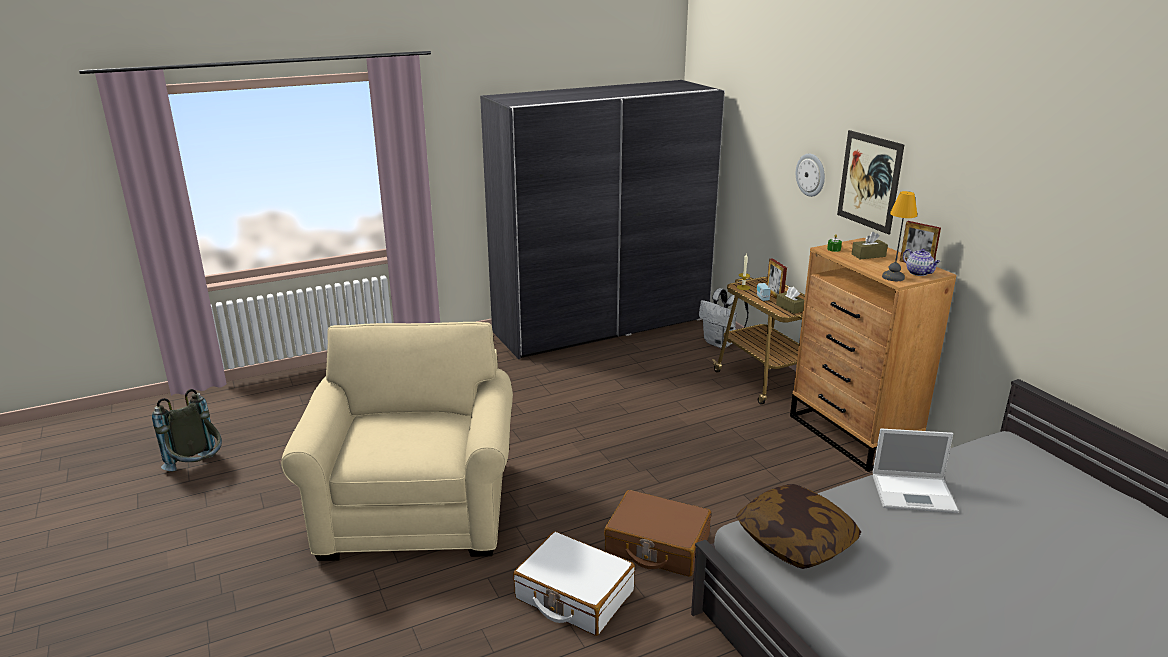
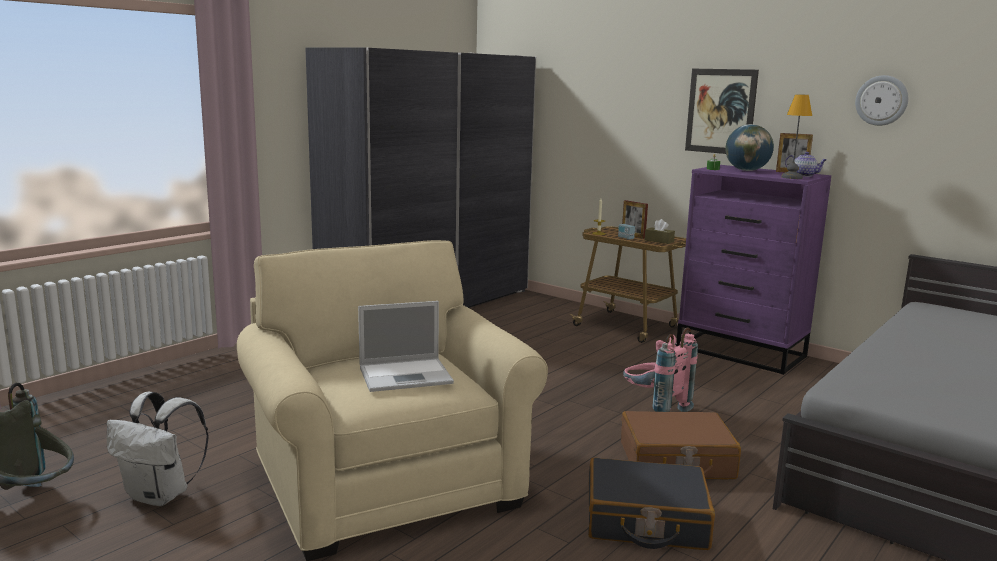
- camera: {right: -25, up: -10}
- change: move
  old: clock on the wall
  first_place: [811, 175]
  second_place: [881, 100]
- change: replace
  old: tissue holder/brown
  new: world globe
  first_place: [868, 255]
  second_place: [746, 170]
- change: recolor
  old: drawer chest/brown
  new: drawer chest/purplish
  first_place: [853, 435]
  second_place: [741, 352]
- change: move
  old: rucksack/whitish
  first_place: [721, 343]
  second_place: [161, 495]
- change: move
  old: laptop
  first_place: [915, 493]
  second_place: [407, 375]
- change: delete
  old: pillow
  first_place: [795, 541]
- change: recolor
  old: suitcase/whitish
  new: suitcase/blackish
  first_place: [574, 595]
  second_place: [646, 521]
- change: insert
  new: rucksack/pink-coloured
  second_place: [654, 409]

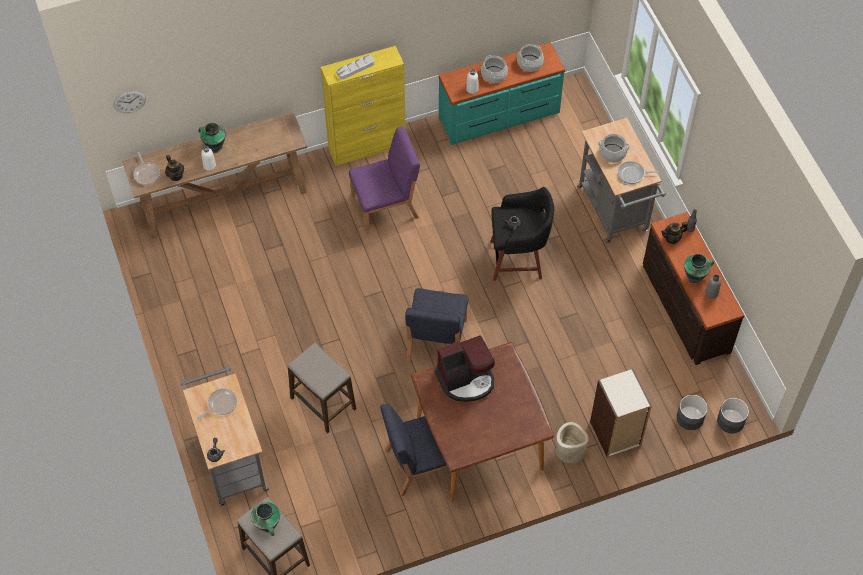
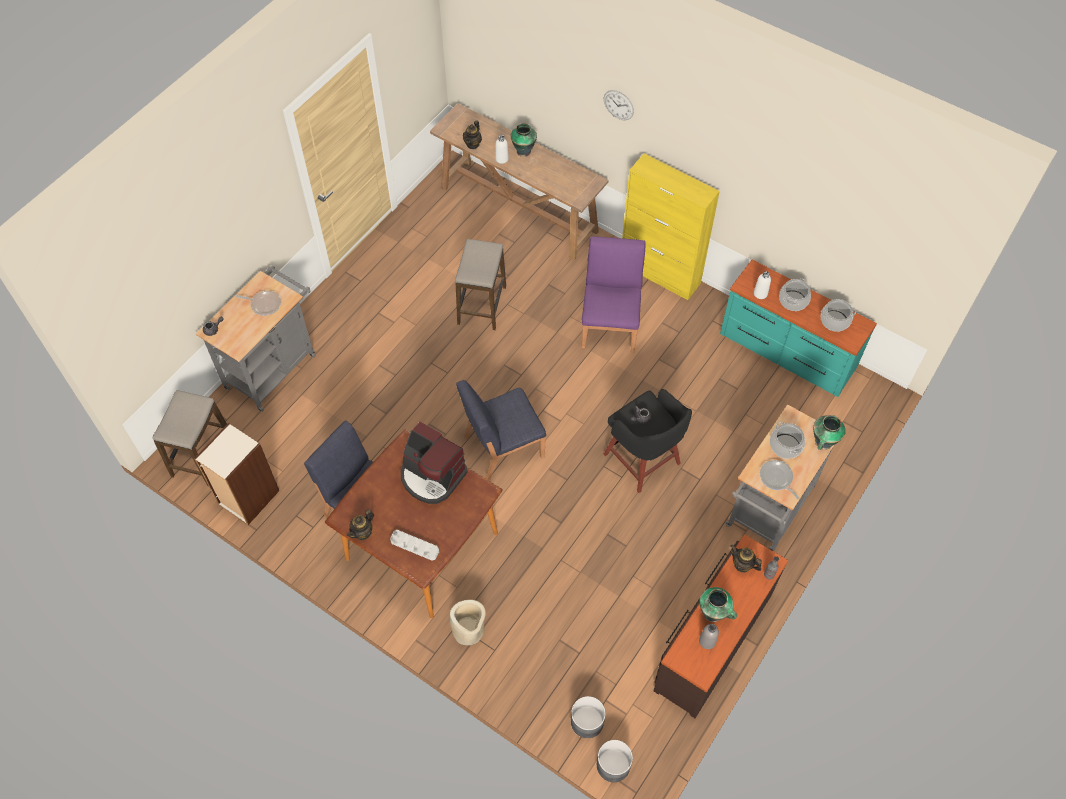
- camera: {right: 55, up: 0}
- change: move
  old: serving tray/grey
  first_place: [355, 68]
  second_place: [414, 546]
- change: move
  old: clock on the wall
  first_place: [129, 101]
  second_place: [618, 105]
- change: rotate
  old: upright chair/purplish
  first_place: [386, 206]
  second_place: [610, 324]
  degrees: -120
- change: delete
  old: frying pan
  first_place: [146, 174]
- change: move
  old: stool seat
  first_place: [323, 404]
  second_place: [481, 305]
- change: move
  old: bookshelf
  first_place: [615, 434]
  second_place: [248, 498]
- change: move
  old: flower vase
  first_place: [268, 526]
  second_place: [823, 443]
- change: insert
  new: teapot
  second_place: [363, 532]

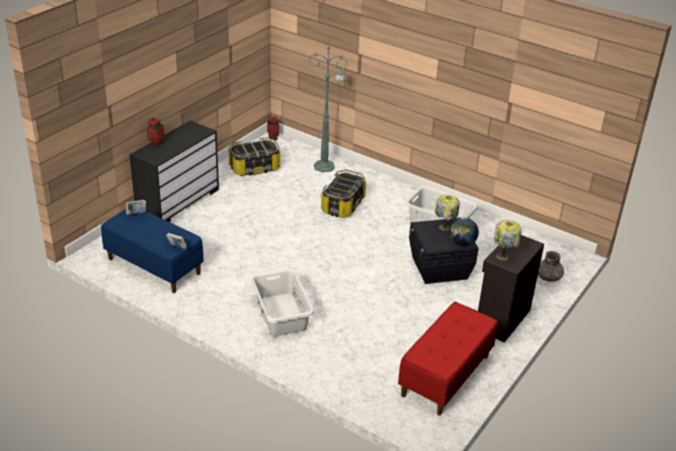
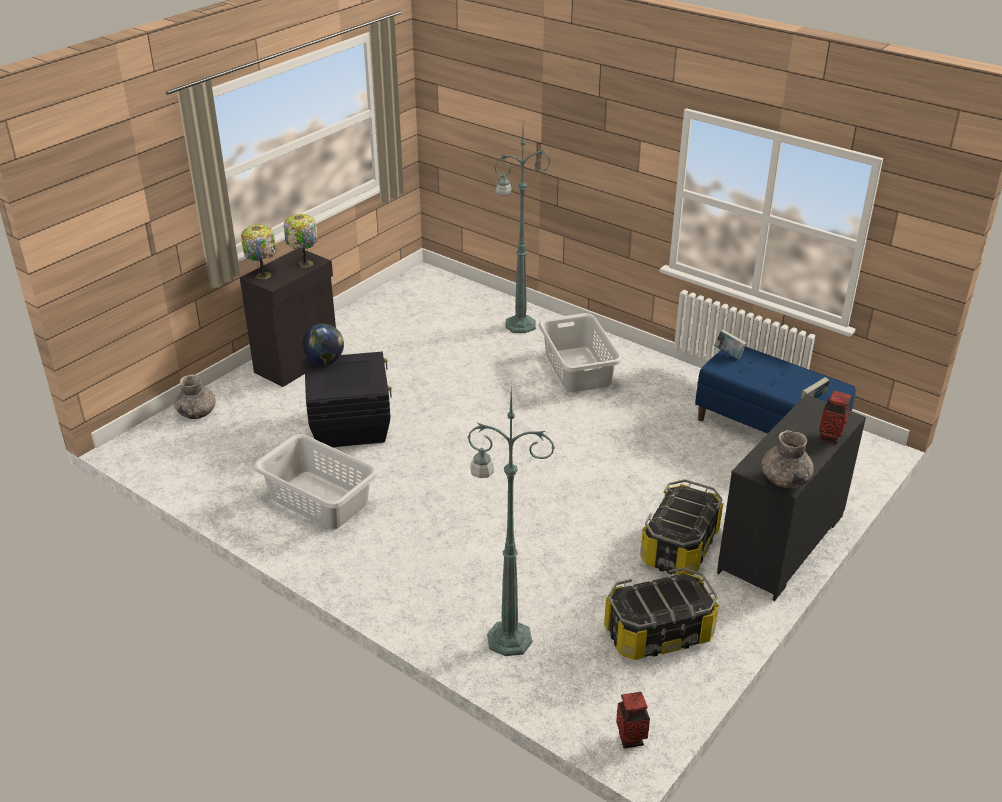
- camera: {right: -175, up: 0}
- change: move
  old: storage box
  first_place: [342, 205]
  second_place: [680, 547]
- change: move
  old: tabletop lamp
  first_place: [444, 228]
  second_place: [263, 275]
- change: delete
  old: bench/reddish
  first_place: [445, 376]
- change: insert
  new: floor lamp/green-coloured
  second_place: [518, 325]
- change: insert
  new: flower vase/grey
  second_place: [784, 479]

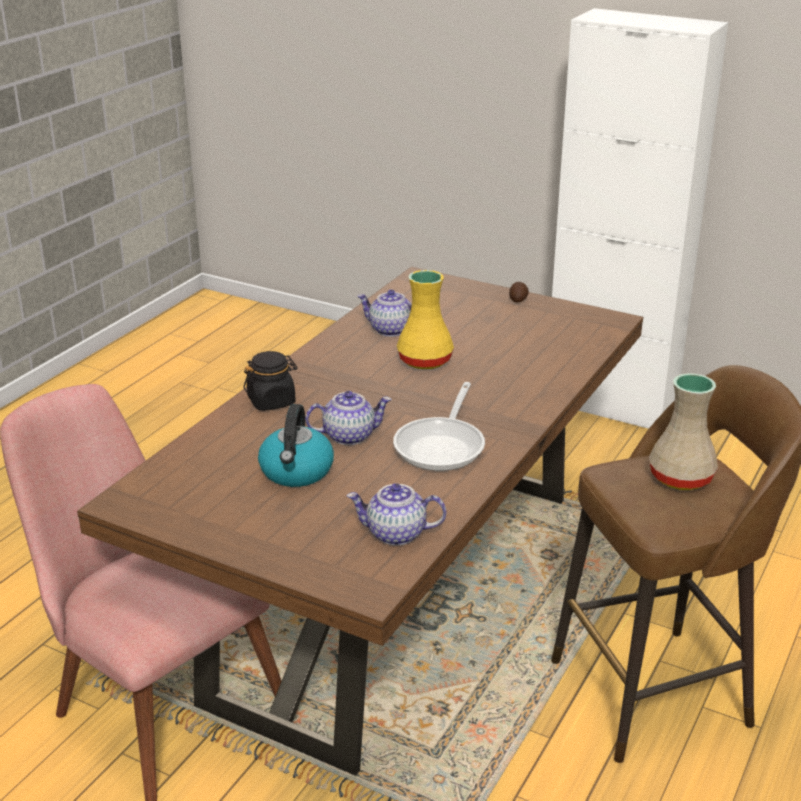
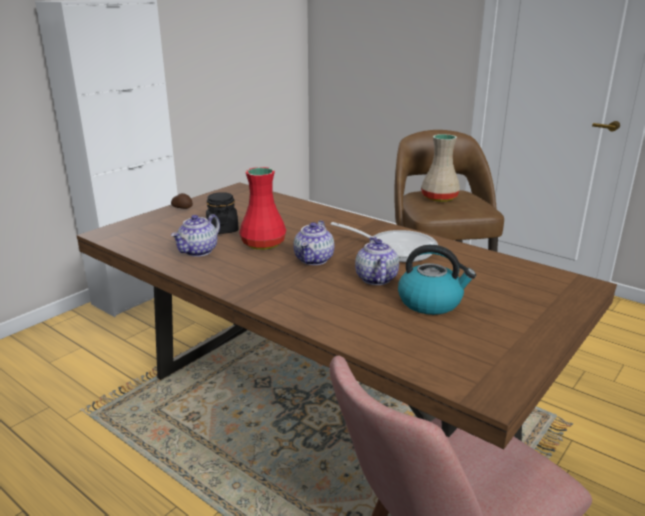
- camera: {right: -80, up: -5}
- change: recolor
  old: flower vase/yellow
  new: flower vase/reddish
  first_place: [423, 360]
  second_place: [262, 244]
- change: move
  old: preserve jar/blackish
  first_place: [272, 401]
  second_place: [222, 229]
- change: move
  old: teapot
  first_place: [395, 534]
  second_place: [314, 260]

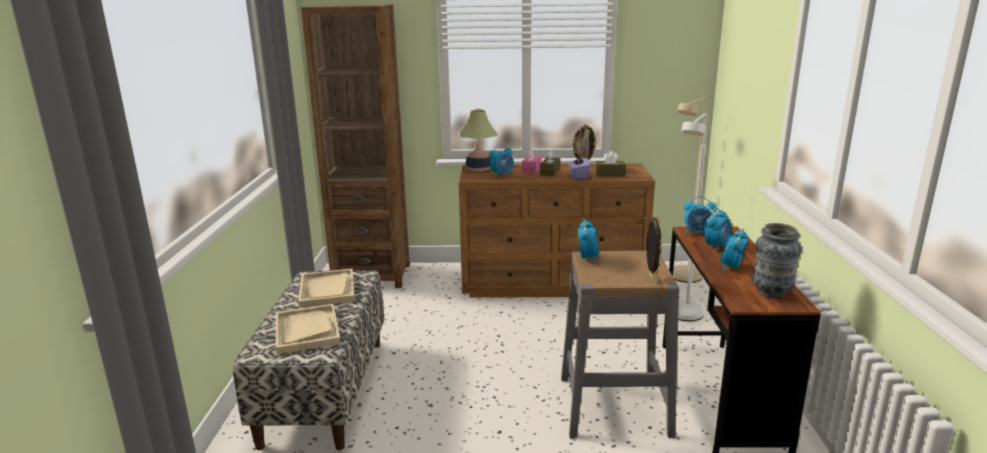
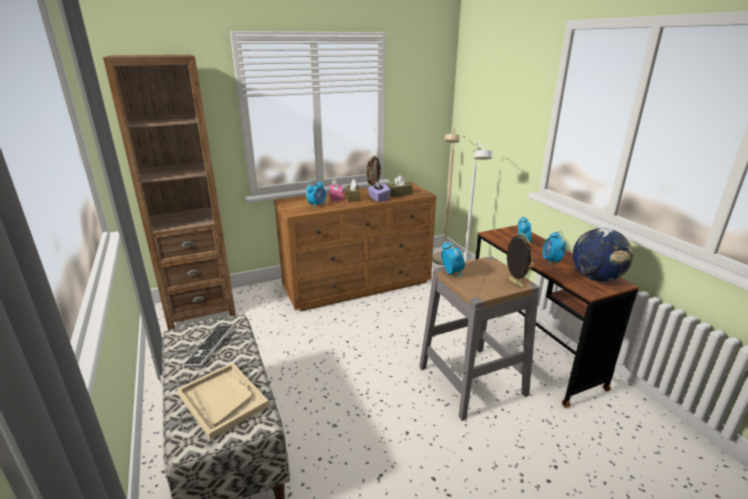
- camera: {right: -25, up: 5}
- change: delete
  old: tabletop lamp
  first_place: [479, 169]
- change: delete
  old: bedside clock
  first_place: [697, 233]
- change: replace
  old: flower vase
  new: world globe
  first_place: [771, 293]
  second_place: [596, 278]
- change: replace
  old: serving tray/sand-coloured
  new: computer keyboard
  first_place: [327, 290]
  second_place: [209, 346]

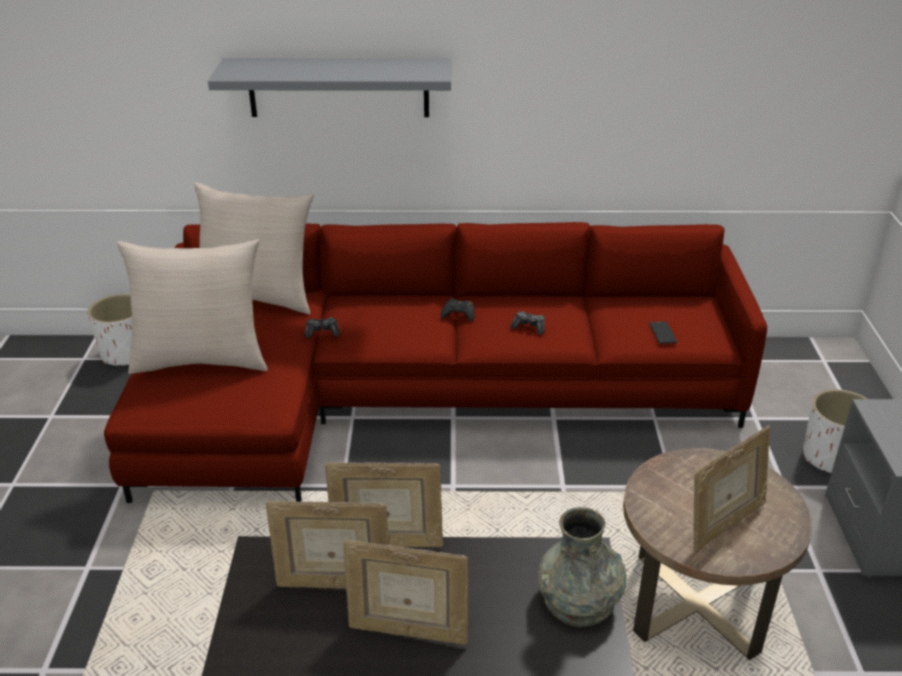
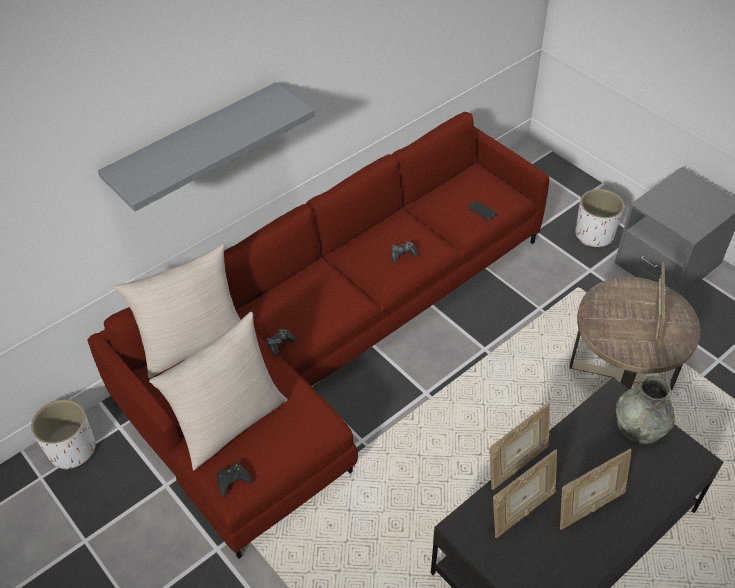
- camera: {right: -40, up: 15}
- change: move
  old: game controller/blackish
  first_place: [459, 314]
  second_place: [233, 480]

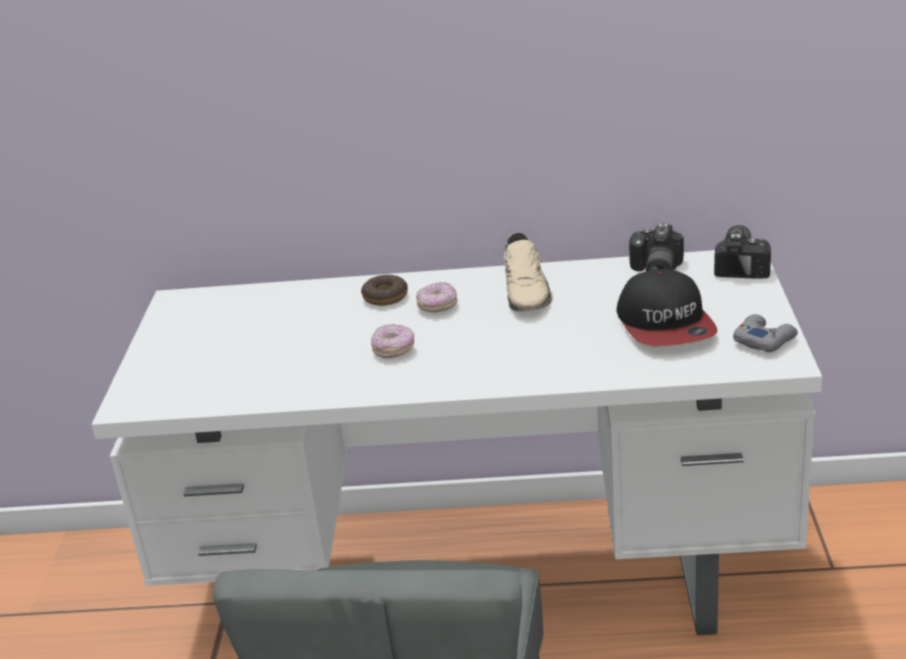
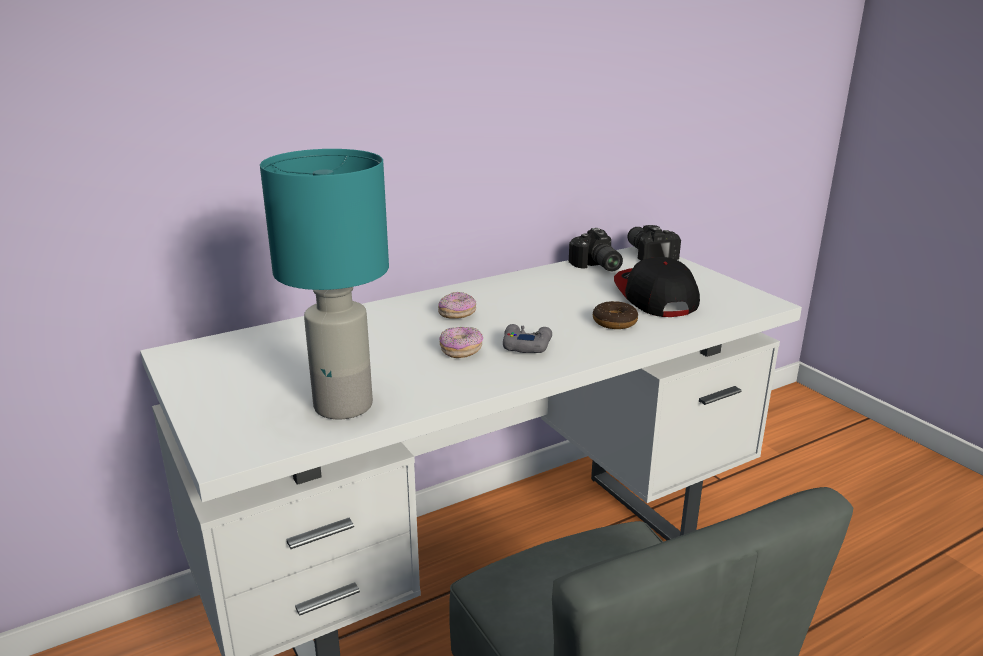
- camera: {right: -35, up: -5}
- change: delete
  old: item of footwear/sand-coloured
  first_place: [528, 291]
- change: rotate
  old: cap
  first_place: [666, 325]
  second_place: [654, 296]
  degrees: -150
- change: move
  old: donut
  first_place: [385, 297]
  second_place: [614, 322]
- change: move
  old: game controller/grey
  first_place: [764, 340]
  second_place: [526, 345]
- change: insert
  new: tabletop lamp/turquoise-coloured
  second_place: [344, 406]

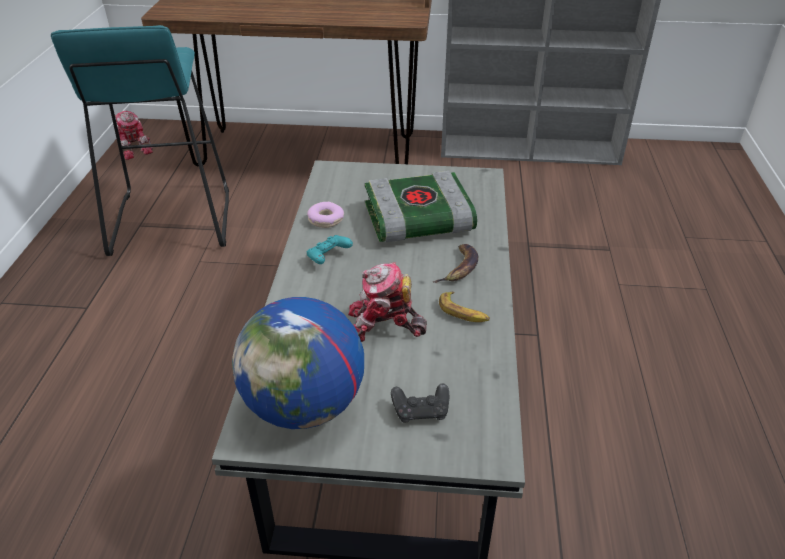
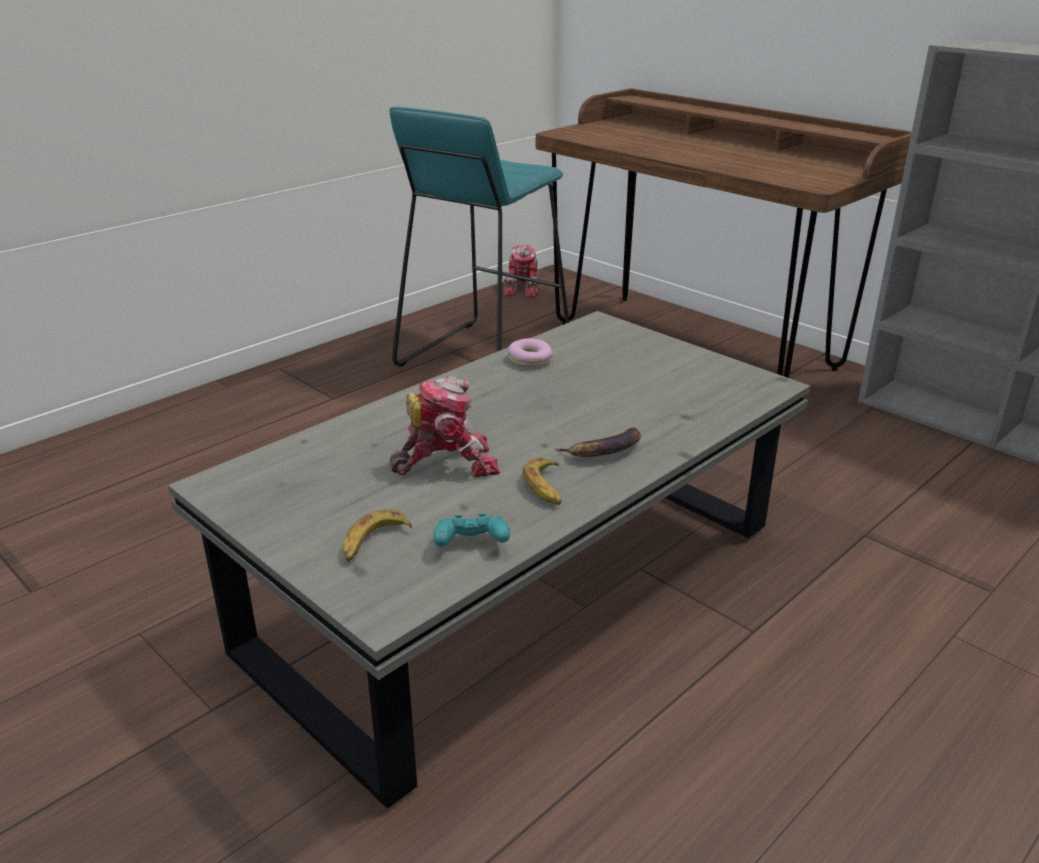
- camera: {right: 40, up: -10}
- change: delete
  old: bound book
  first_place: [417, 221]
- change: move
  old: game controller/turquoise-coloured
  first_place: [328, 257]
  second_place: [471, 545]
- change: rotate
  old: robot figure
  first_place: [382, 327]
  second_place: [446, 462]
  degrees: 120
- change: delete
  old: world globe
  first_place: [304, 406]
- change: replace
  old: game controller/blackish
  new: banana
  first_place: [421, 411]
  second_place: [373, 542]

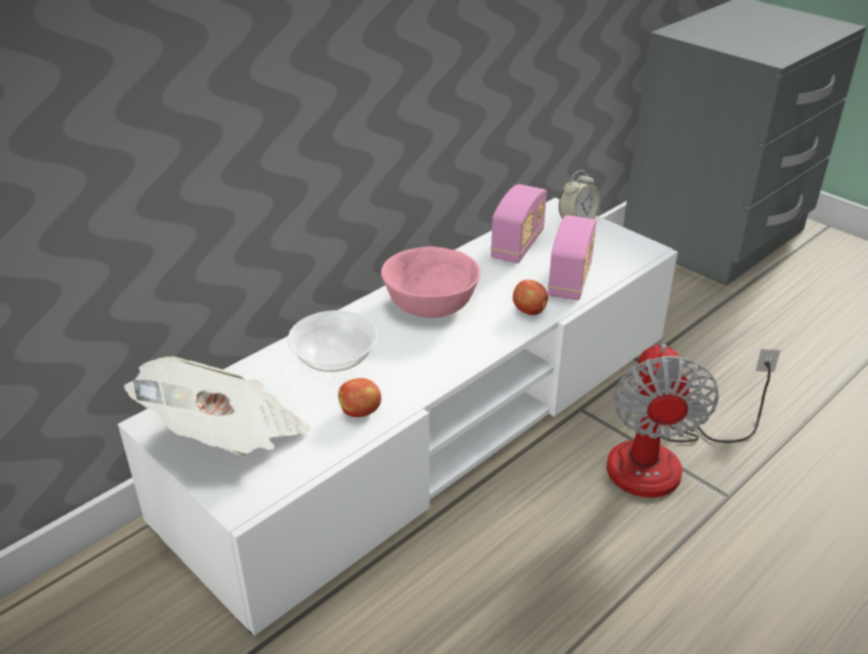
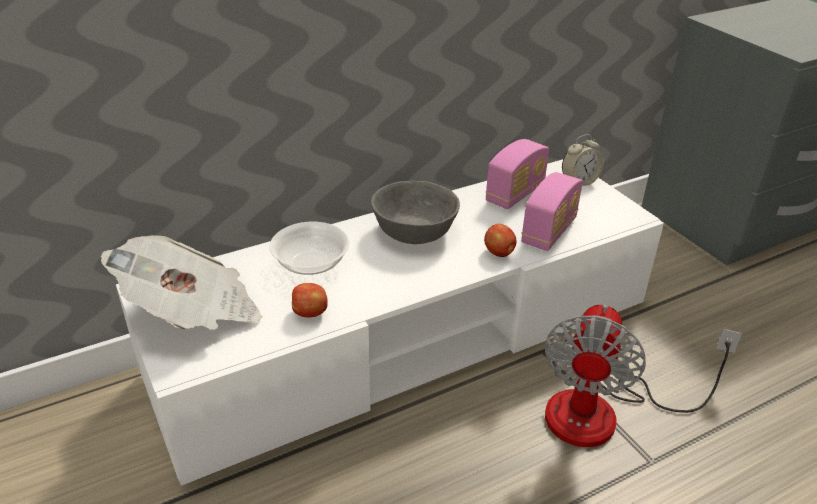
- camera: {right: 15, up: 0}
- change: recolor
  old: deep dish/pink-coloured
  new: deep dish/grey
  first_place: [430, 303]
  second_place: [414, 231]

